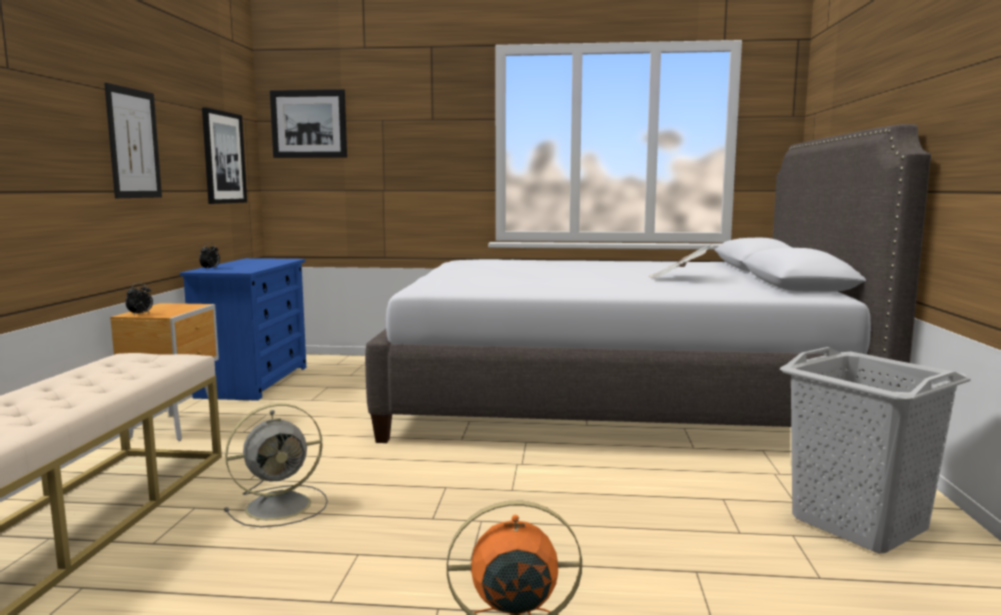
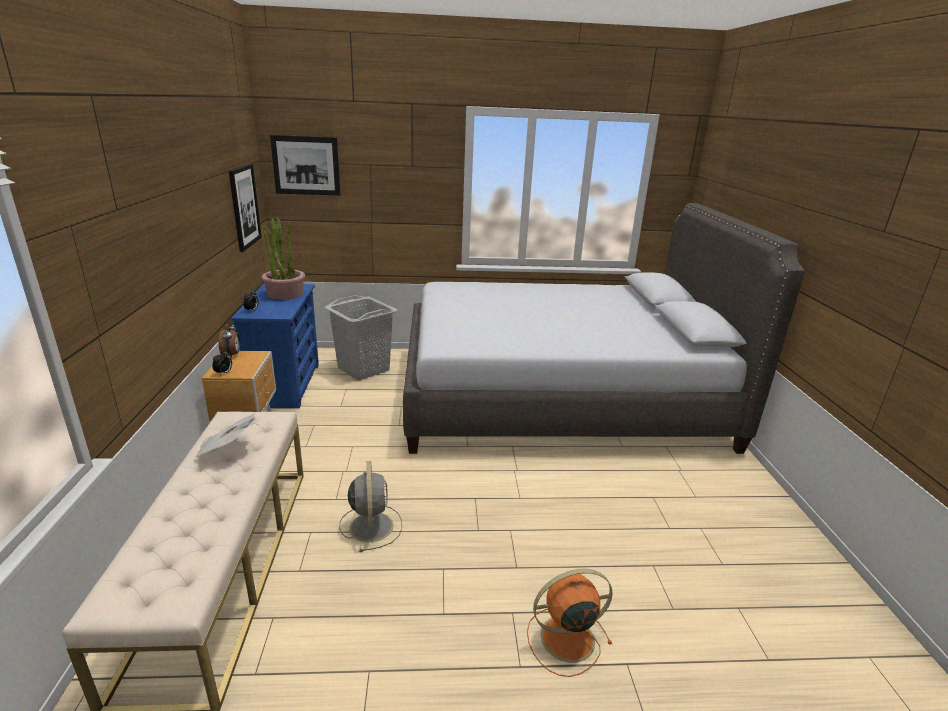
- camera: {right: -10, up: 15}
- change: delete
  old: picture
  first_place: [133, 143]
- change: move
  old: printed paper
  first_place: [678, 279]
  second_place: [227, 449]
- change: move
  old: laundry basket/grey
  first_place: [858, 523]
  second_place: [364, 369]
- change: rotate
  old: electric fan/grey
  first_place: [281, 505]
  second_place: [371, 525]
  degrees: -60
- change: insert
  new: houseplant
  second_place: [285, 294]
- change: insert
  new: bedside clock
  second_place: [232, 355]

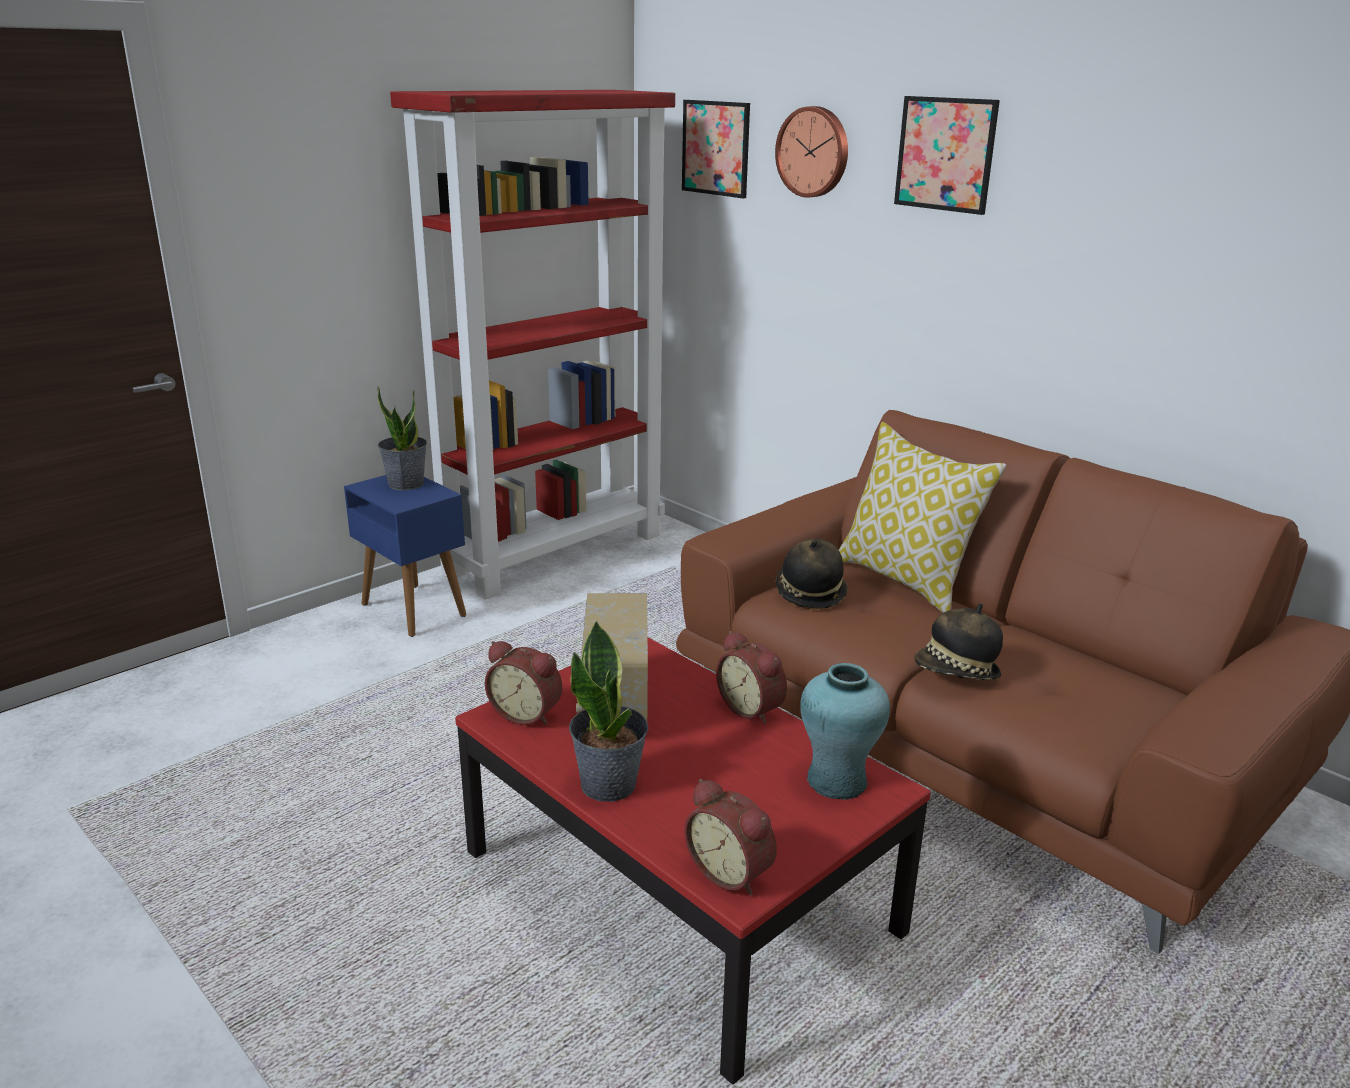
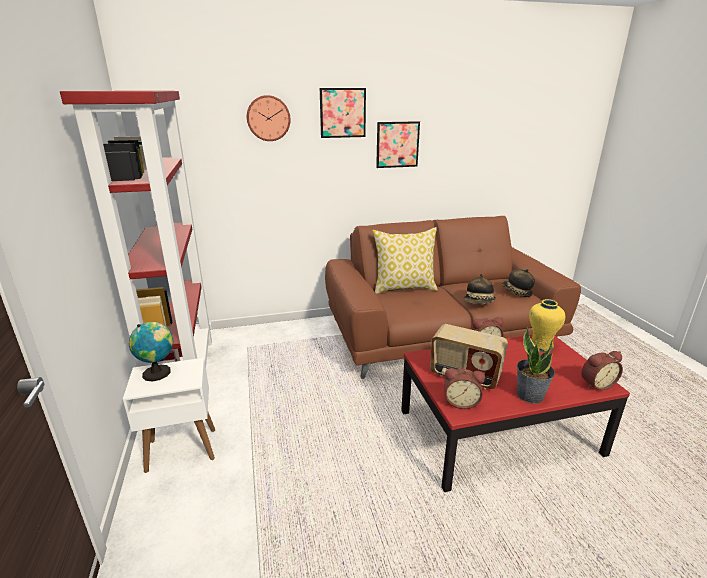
- camera: {right: -60, up: 0}
- change: move
  old: picture
  first_place: [716, 148]
  second_place: [397, 144]
- change: replace
  old: houseplant
  new: world globe
  first_place: [406, 484]
  second_place: [159, 373]
- change: recolor
  old: side table/blue
  new: side table/whitish
  first_place: [412, 609]
  second_place: [180, 450]
- change: move
  old: wearable hat
  first_place: [810, 593]
  second_place: [516, 292]
- change: rotate
  old: bedside clock
  first_place: [527, 713]
  second_place: [461, 402]
  degrees: 45
- change: recolor
  old: flower vase/turquoise-coloured
  new: flower vase/yellow
  first_place: [836, 780]
  second_place: [540, 345]

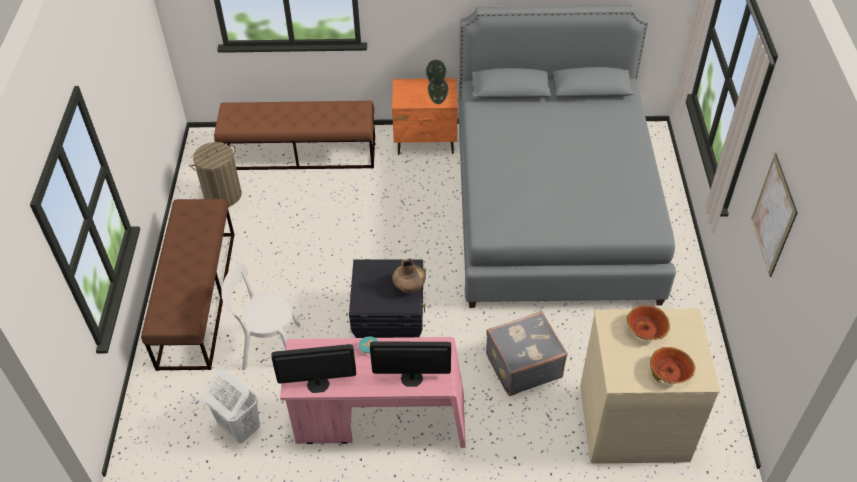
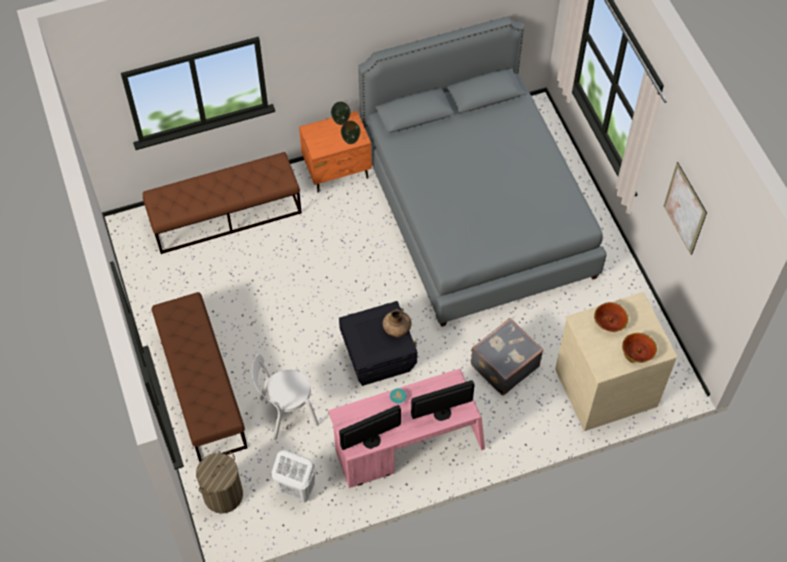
- camera: {right: -20, up: 10}
- change: move
  old: laundry basket
  first_place: [223, 195]
  second_place: [223, 495]

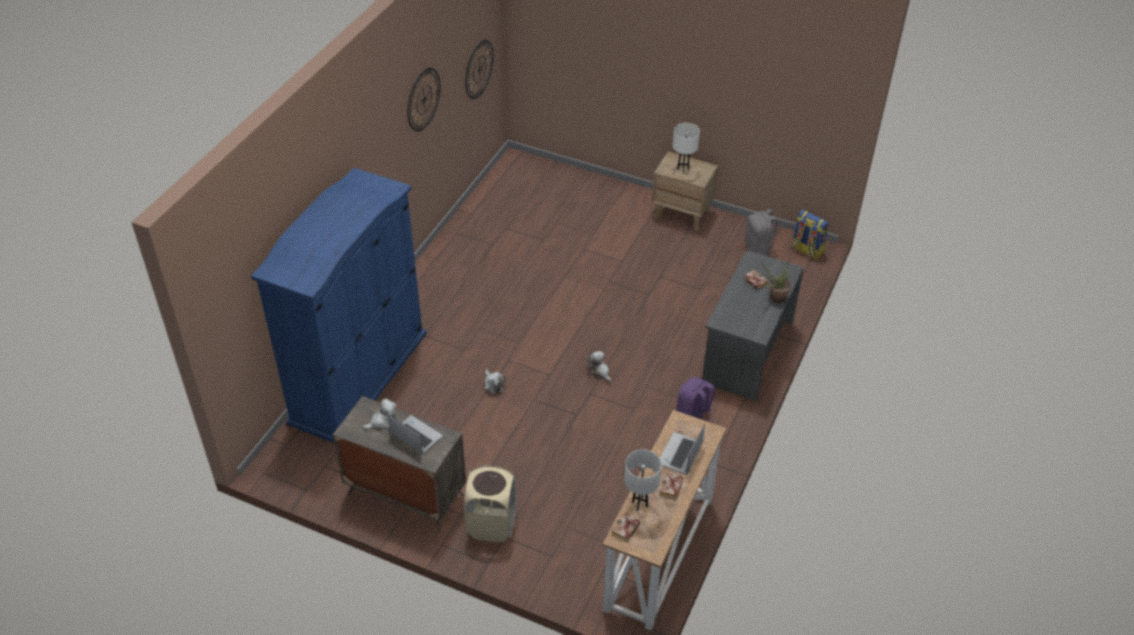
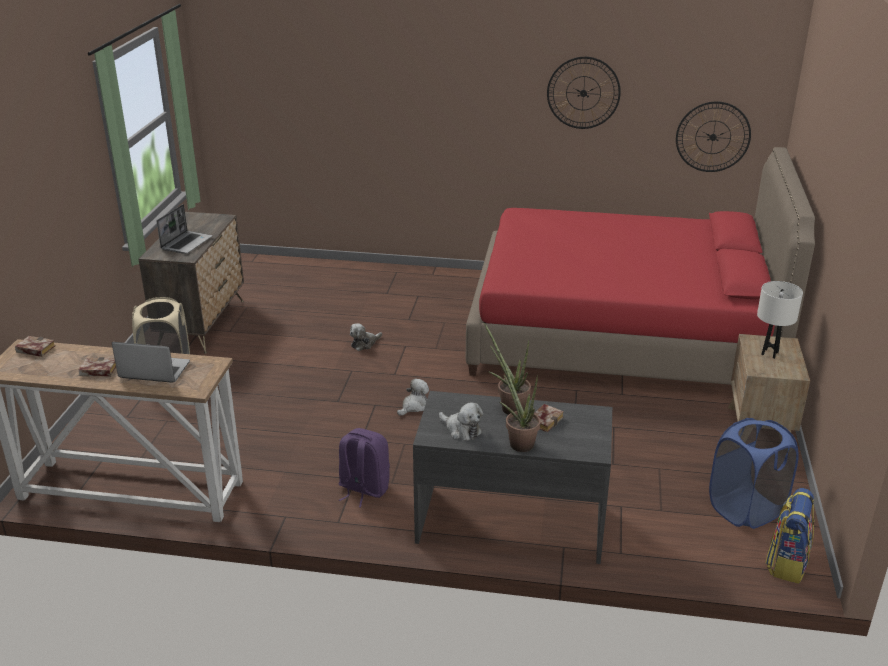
- camera: {right: 75, up: -15}
- change: delete
  old: wardrobe/blue
  first_place: [358, 377]
- change: replace
  old: rucksack/grey
  new: laundry basket/blue
  first_place: [758, 248]
  second_place: [745, 509]
- change: move
  old: plush toy
  first_place: [382, 421]
  second_place: [461, 430]
- change: delete
  old: tabletop lamp/whitish
  first_place: [640, 504]
- change: insert
  new: sleeping bed/reddish
  second_place: [621, 334]
- change: insert
  new: houseplant
  second_place: [509, 407]

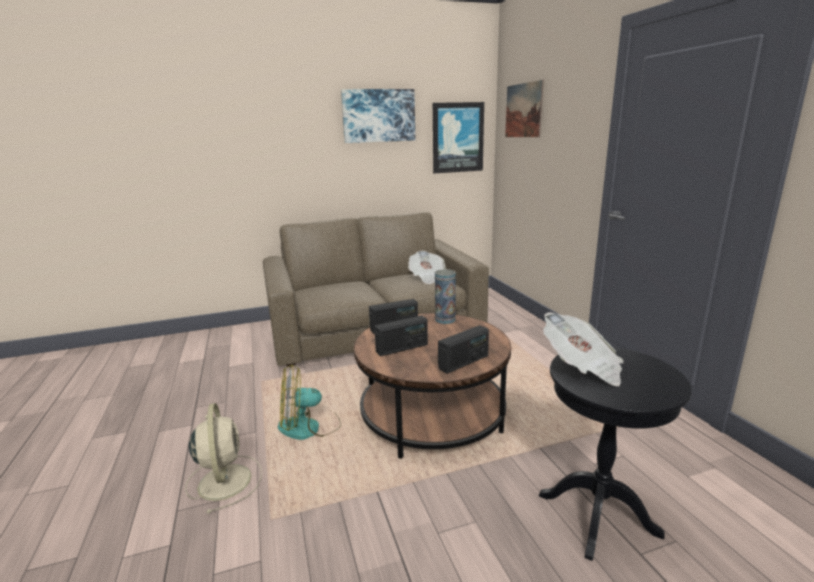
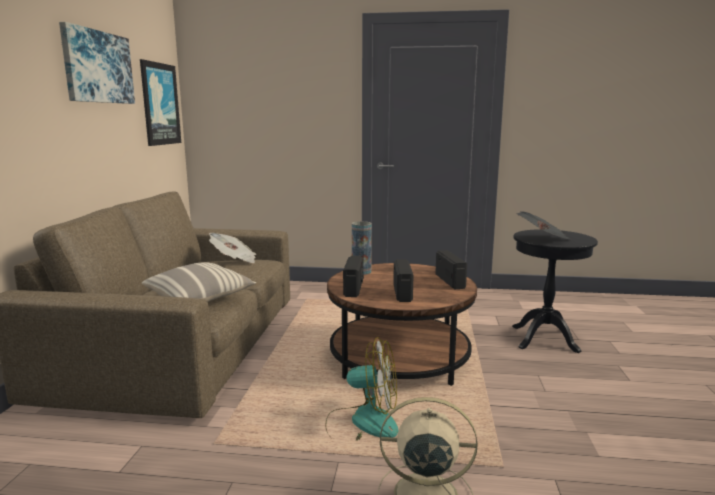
- camera: {right: -65, up: -5}
- change: delete
  old: picture
  first_place: [523, 110]
- change: rotate
  old: electric fan
  first_place: [309, 427]
  second_place: [362, 423]
  degrees: -90
- change: insert
  new: pillow
  second_place: [200, 298]

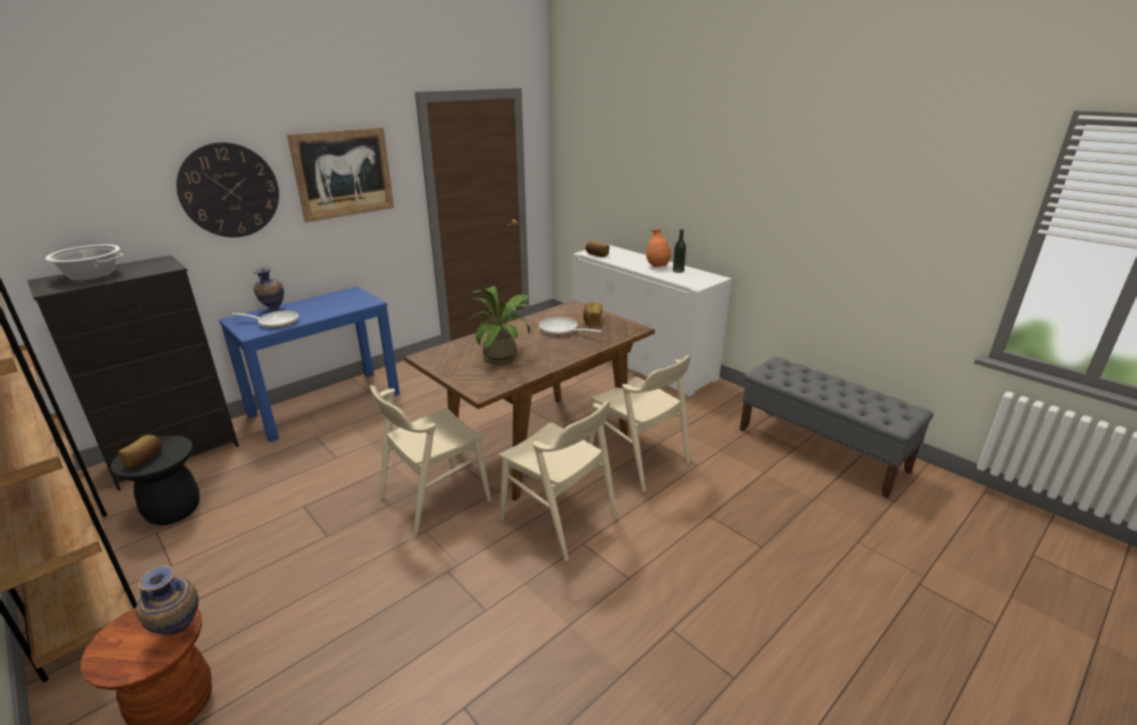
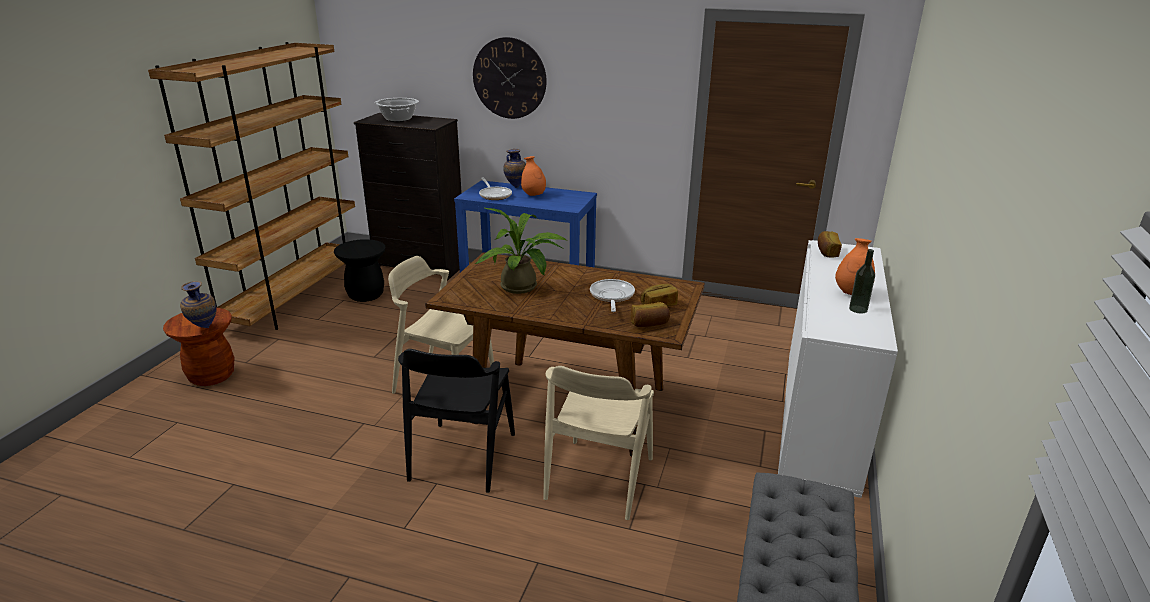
- camera: {right: 60, up: 0}
- change: delete
  old: picture
  first_place: [344, 173]
- change: recolor
  old: upright chair/sand-coloured
  new: upright chair/blackish
  first_place: [558, 519]
  second_place: [462, 457]
- change: move
  old: bakery bread
  first_place: [145, 458]
  second_place: [649, 324]
- change: insert
  new: flower vase/orange
  second_place: [533, 195]

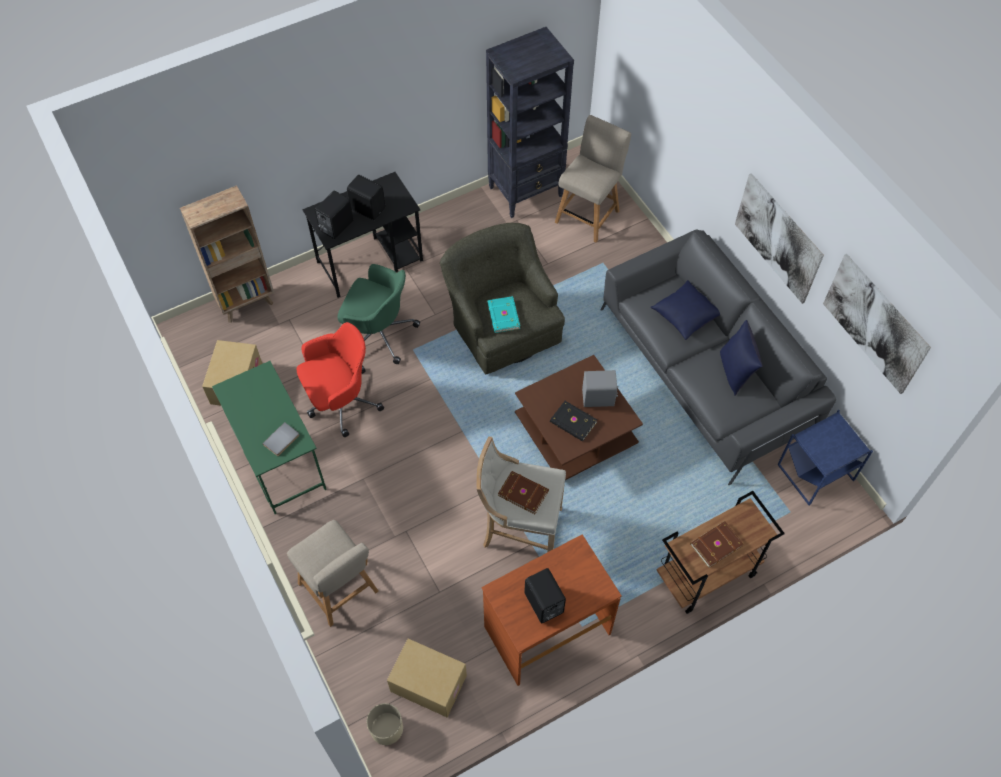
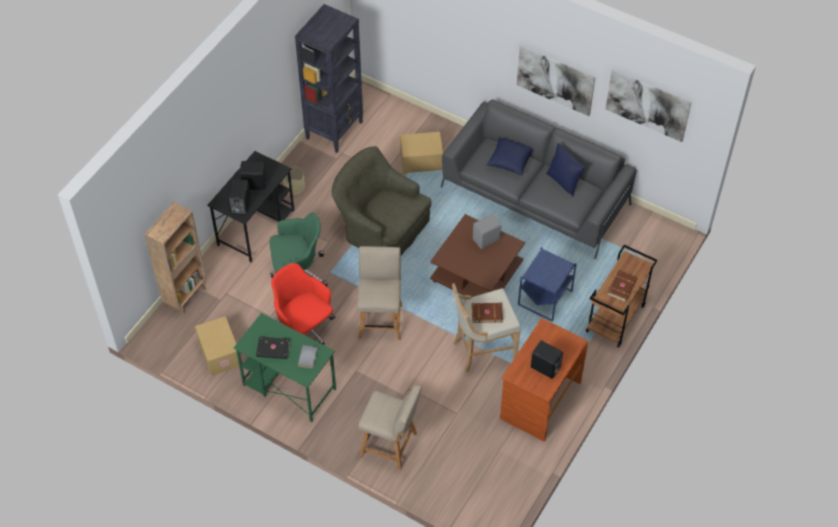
- camera: {right: -30, up: -5}
- change: move
  old: upright chair/sand-coloured
  first_place: [588, 214]
  second_place: [380, 319]
- change: delete
  old: bound book/turquoise-coloured
  first_place: [503, 316]
- change: rotate
  old: desk chair/reddish
  first_place: [340, 401]
  second_place: [304, 329]
  degrees: -75
- change: move
  old: bound book/blackish
  first_place: [573, 423]
  second_place: [273, 349]
- change: move
  old: side table/blue
  first_place: [816, 472]
  second_place: [545, 298]
- change: move
  old: cardboard box
  first_place: [427, 684]
  second_place: [421, 161]
- change: move
  old: plant pot/sand-coloured
  first_place: [387, 728]
  second_place: [294, 187]

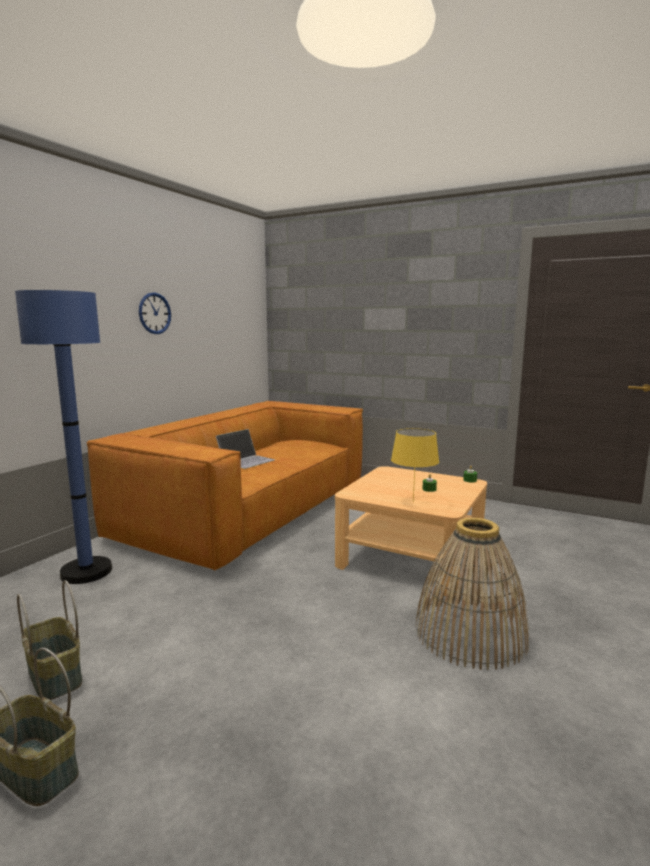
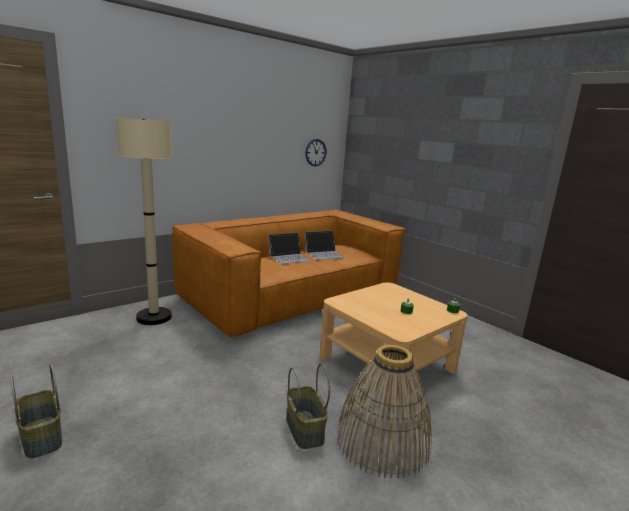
- camera: {right: 20, up: 5}
- change: recolor
  old: floor lamp/blue
  new: floor lamp/sand-coloured
  first_place: [86, 572]
  second_place: [154, 317]
- change: move
  old: clock on the wall
  first_place: [154, 313]
  second_place: [315, 152]
- change: delete
  old: tabletop lamp/yellow
  first_place: [412, 501]
- change: move
  old: storage basket
  first_place: [53, 676]
  second_place: [303, 429]
- change: insert
  new: laptop
  second_place: [324, 254]

